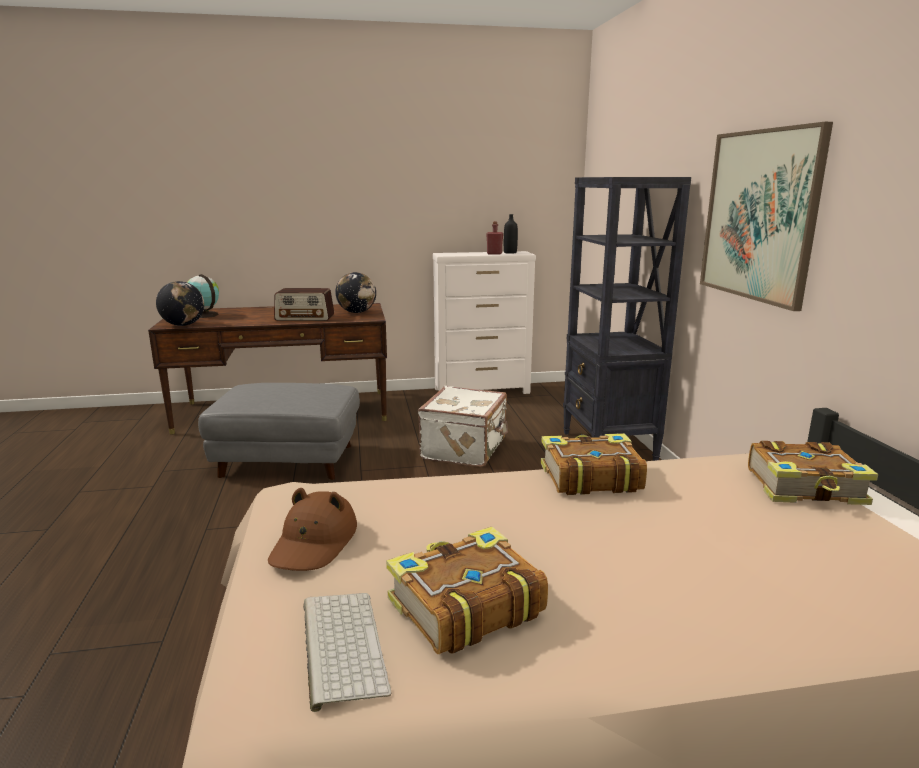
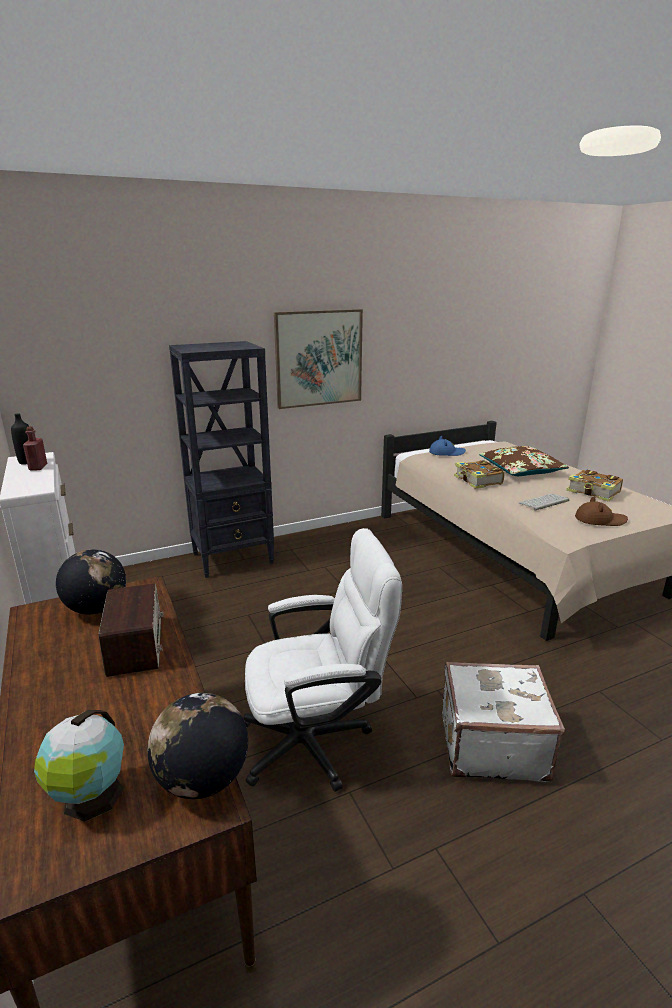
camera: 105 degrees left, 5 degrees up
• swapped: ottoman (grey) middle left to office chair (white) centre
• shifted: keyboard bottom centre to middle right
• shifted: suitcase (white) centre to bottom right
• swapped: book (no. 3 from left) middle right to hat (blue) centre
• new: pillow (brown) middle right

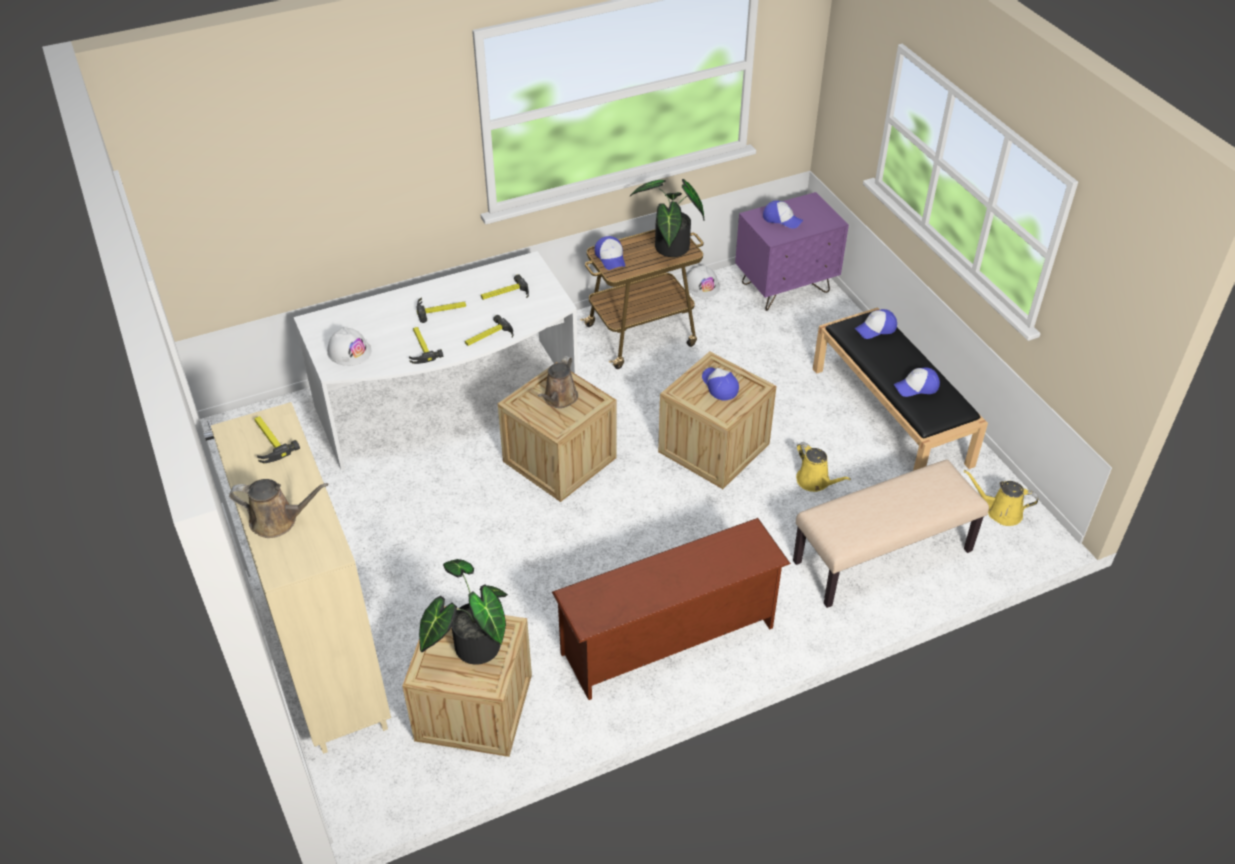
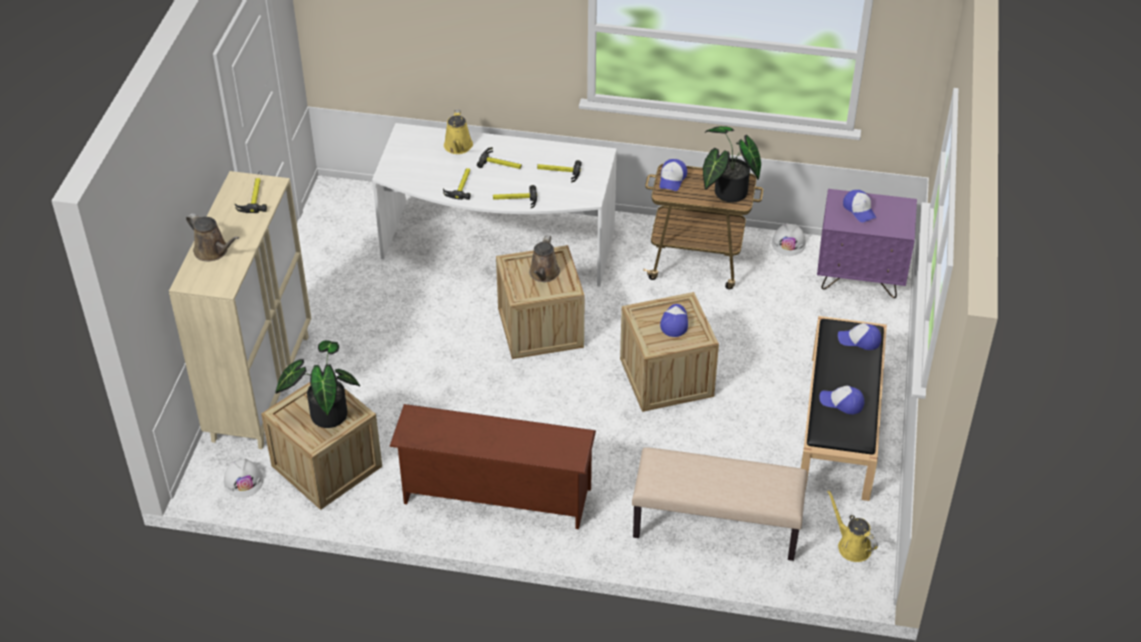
camera: 35 degrees right, 0 degrees up
• shifted: hard hat (white) (no. 1 from left) middle left to bottom left
• rotated: watering can (brown) (no. 2 from left) centre = centre 45 degrees counterclockwise
• shifted: watering can (yellow) (no. 1 from left) centre to top centre

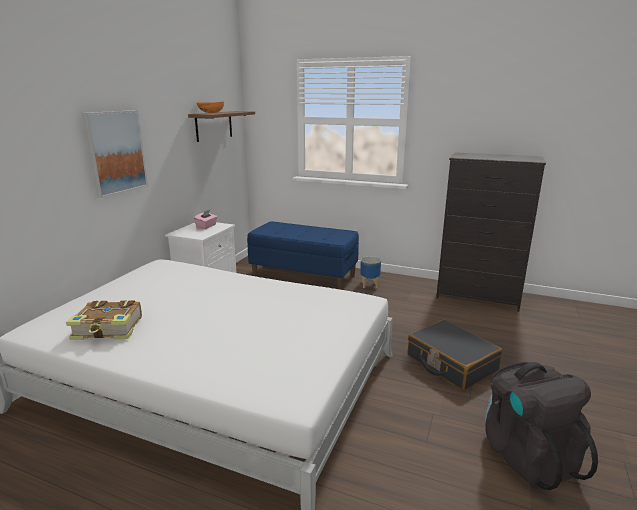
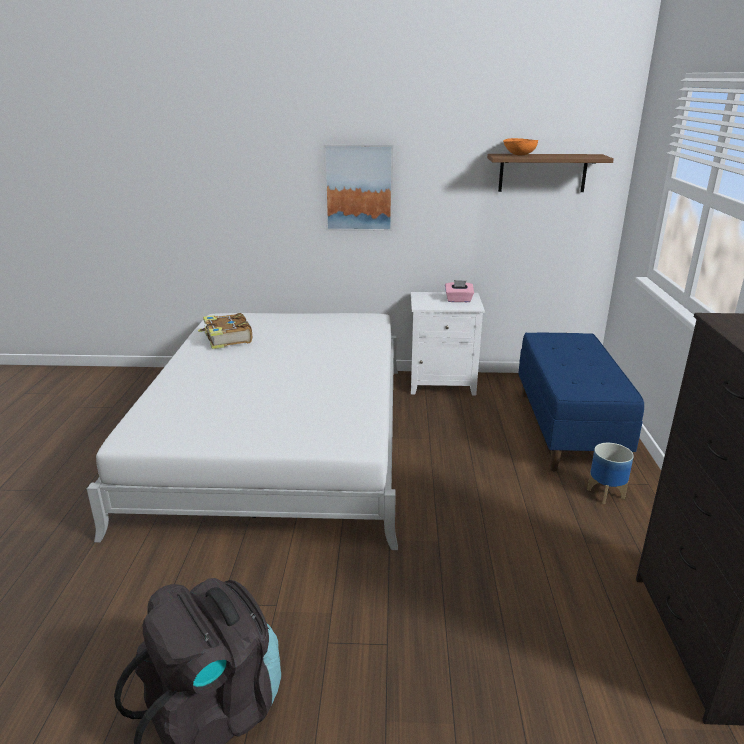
camera: 70 degrees right, 5 degrees up
• gone: suitcase (black) bottom right

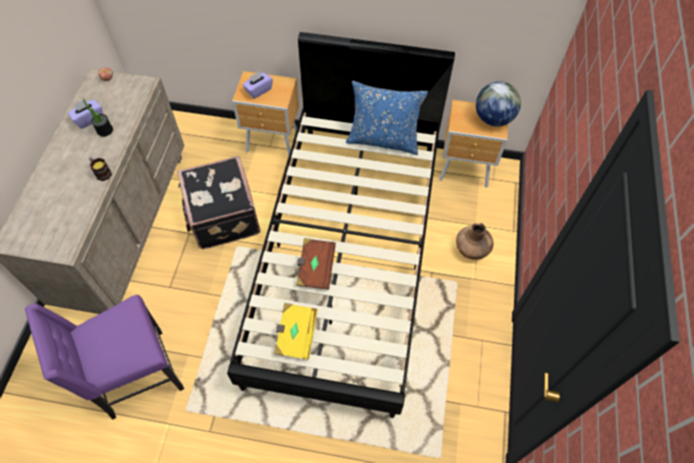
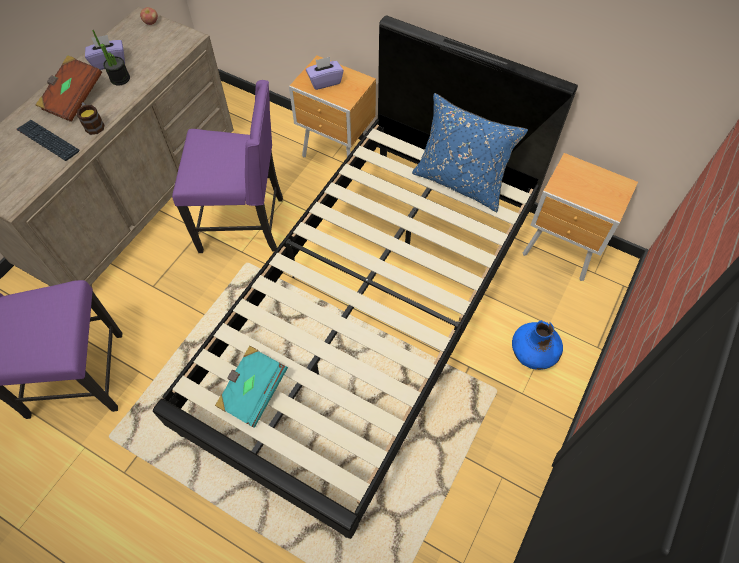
camera: 20 degrees right, 0 degrees up
• swapped: suitcase (black) middle left to chair (purple) (no. 2 from left) top left
• repainted: book (yellow) bottom centre to book (turquoise) bottom centre
• shifted: book (brown) centre to top left
• repainted: vase (brown) middle right to vase (blue) middle right
• gone: globe top right
• new: keyboard top left

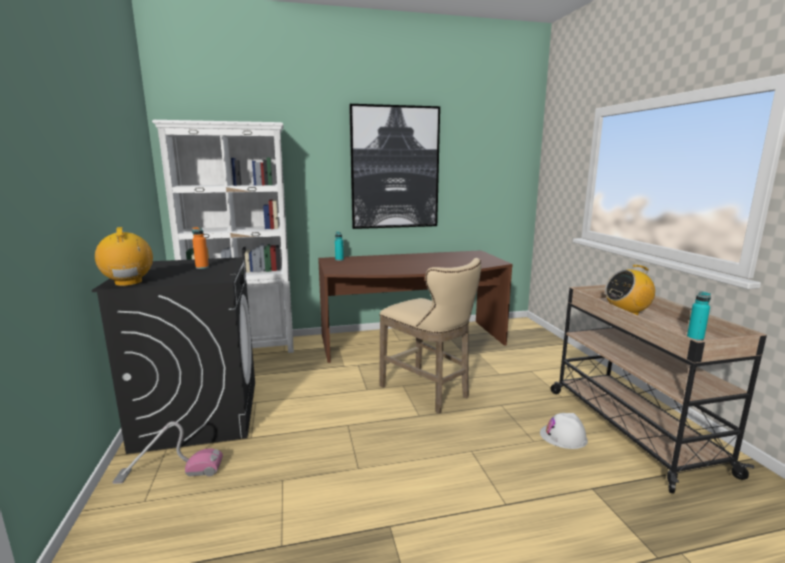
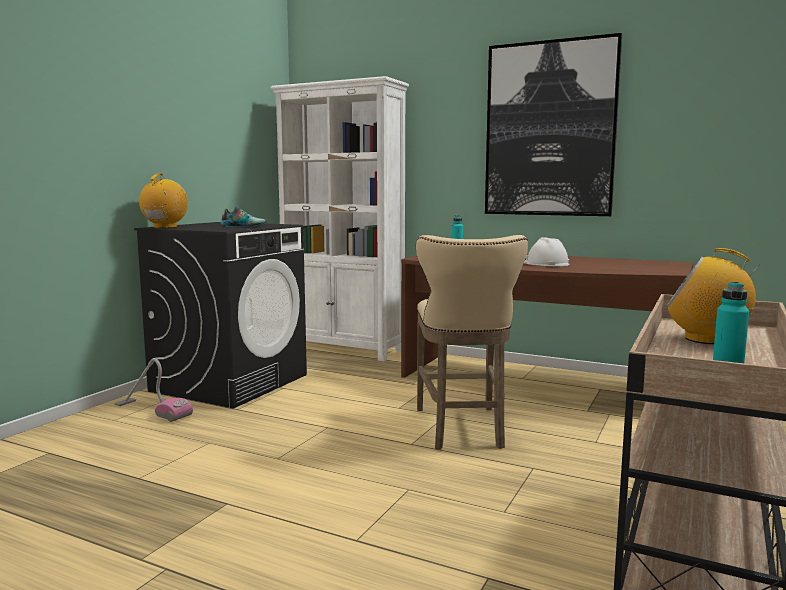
camera: 40 degrees right, 5 degrees down
• swapped: bottle (orange) middle left to shoe middle left
• shifted: hard hat (white) bottom right to middle right

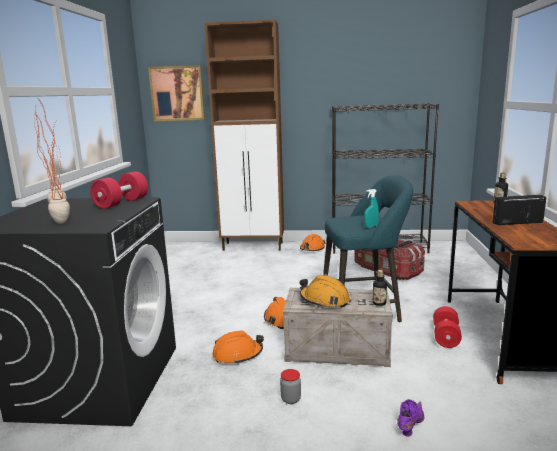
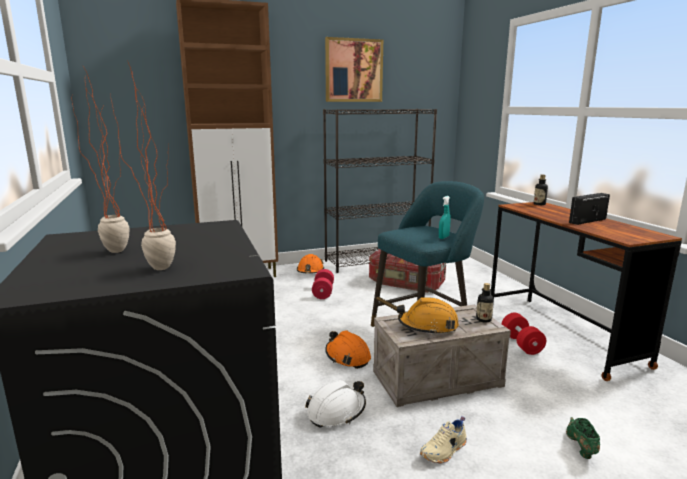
camera: 25 degrees left, 0 degrees up
• shifted: dumbbell (red) (no. 1 from left) middle left to centre
• shifted: picture top left to top centre
• repainted: hard hat (orange) (no. 1 from left) bottom centre to hard hat (white) bottom centre
• swapped: jar bottom centre to shoe (beige) bottom centre
• repainted: shoe (purple) bottom right to shoe (green) bottom right

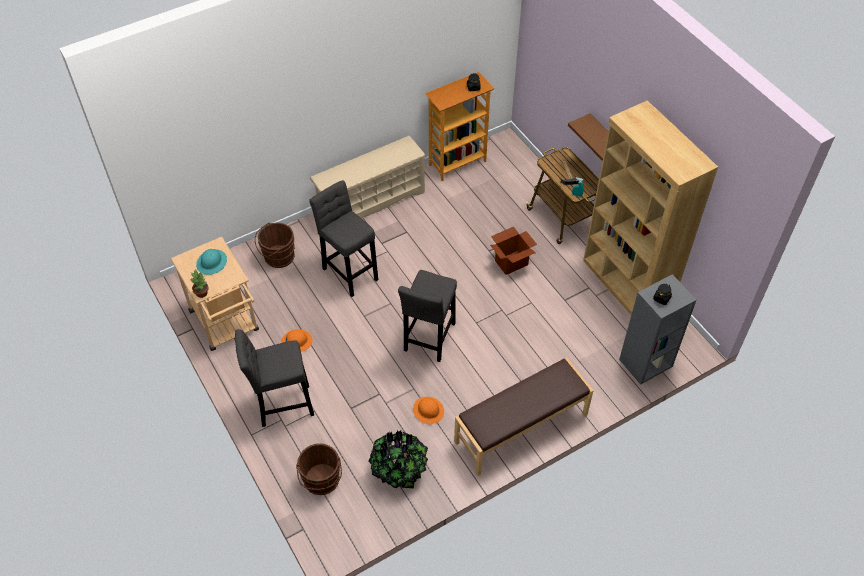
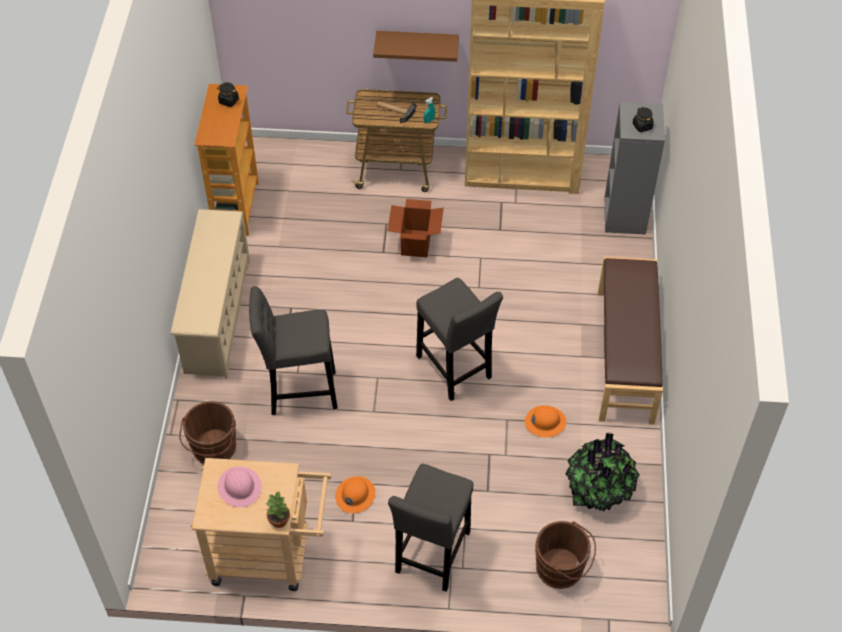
camera: 55 degrees left, 0 degrees up
• repainted: hard hat (turquoise) middle left to hard hat (pink) bottom left

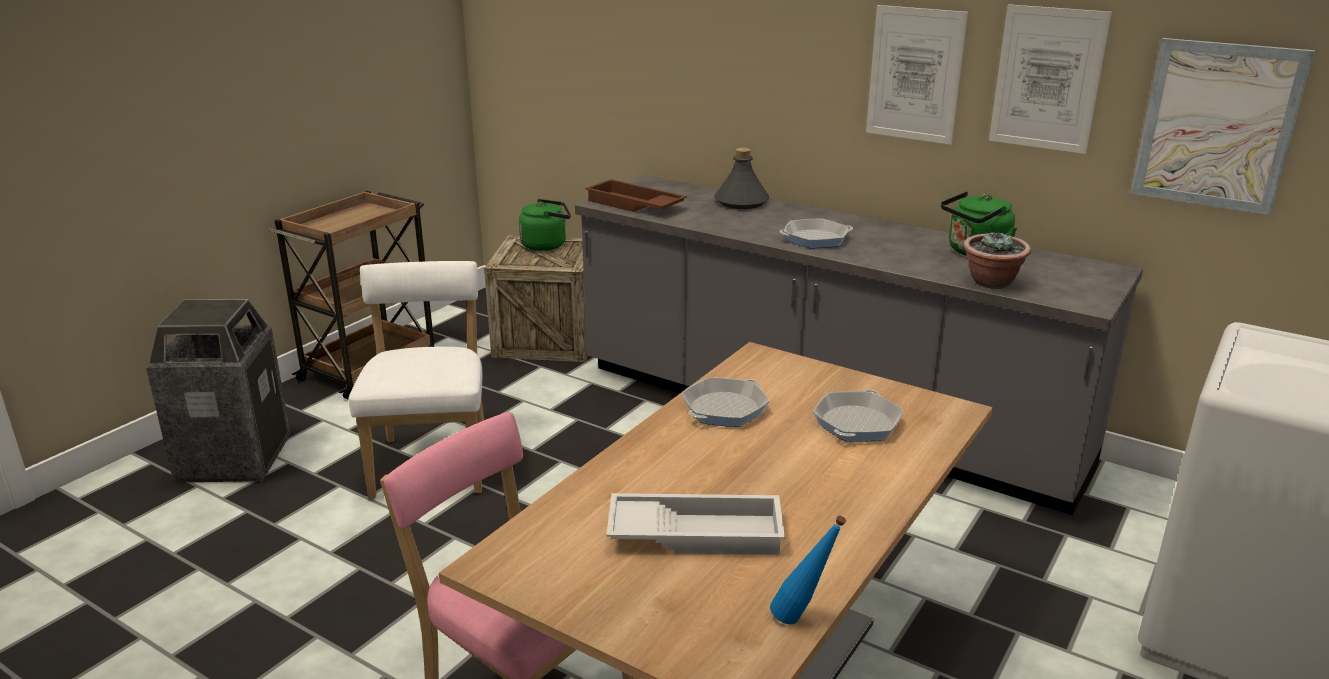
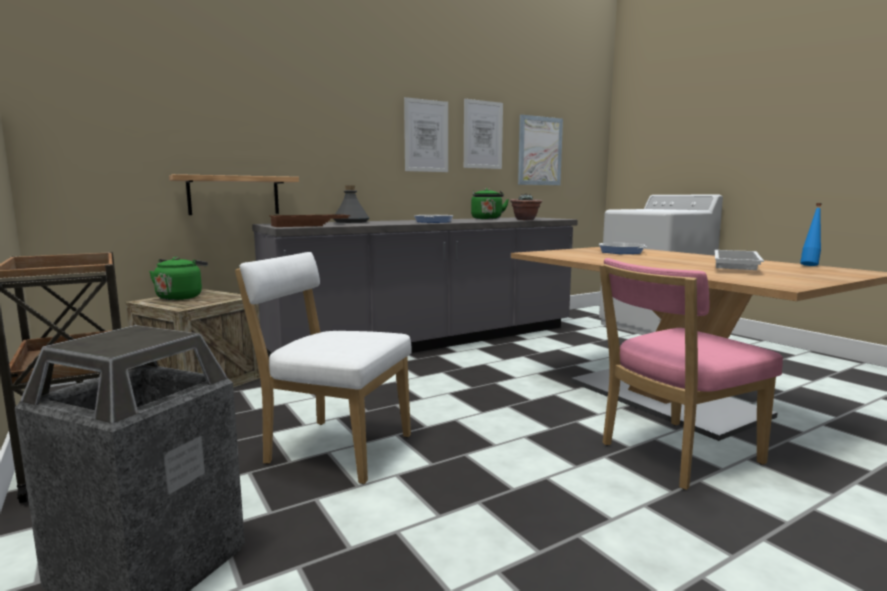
camera: 65 degrees left, 15 degrees down
• gone: frying pan (no. 1 from left) centre
• new: shelf top left

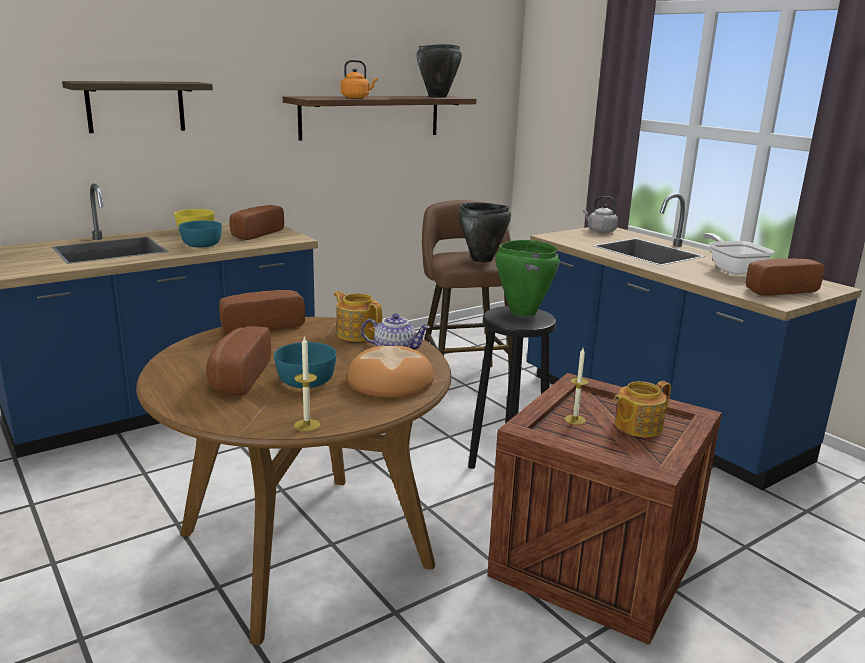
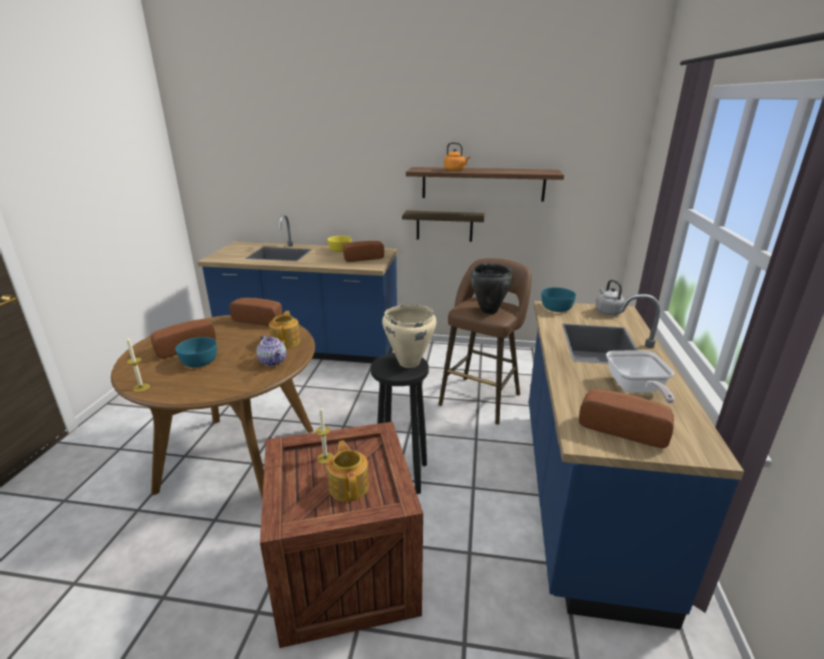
camera: 45 degrees right, 5 degrees up
• shifted: shelf (no. 1 from left) top left to centre
• shifted: bowl (turquoise) (no. 1 from left in the first image) middle left to bowl (turquoise) (no. 2 from left) middle right
• gone: bread (no. 4 from left) centre
• gone: cooking pot (black) (no. 1 from left) top centre
• repainted: cooking pot (green) centre to cooking pot (beige) centre
• rotated: teapot (no. 3 from left) middle right = bottom centre 60 degrees clockwise
• rotated: frying pan middle right = middle right 150 degrees clockwise

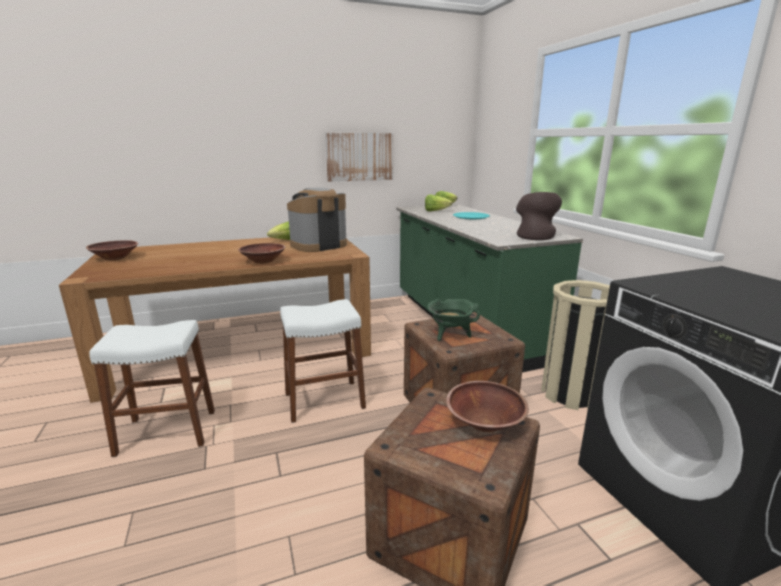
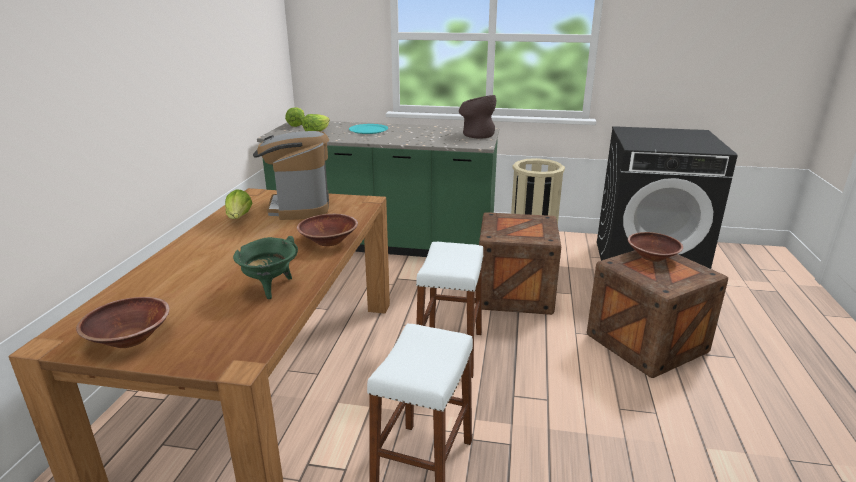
camera: 60 degrees left, 5 degrees up
• gone: picture top centre
• shifted: cooking pot (green) centre to middle left

